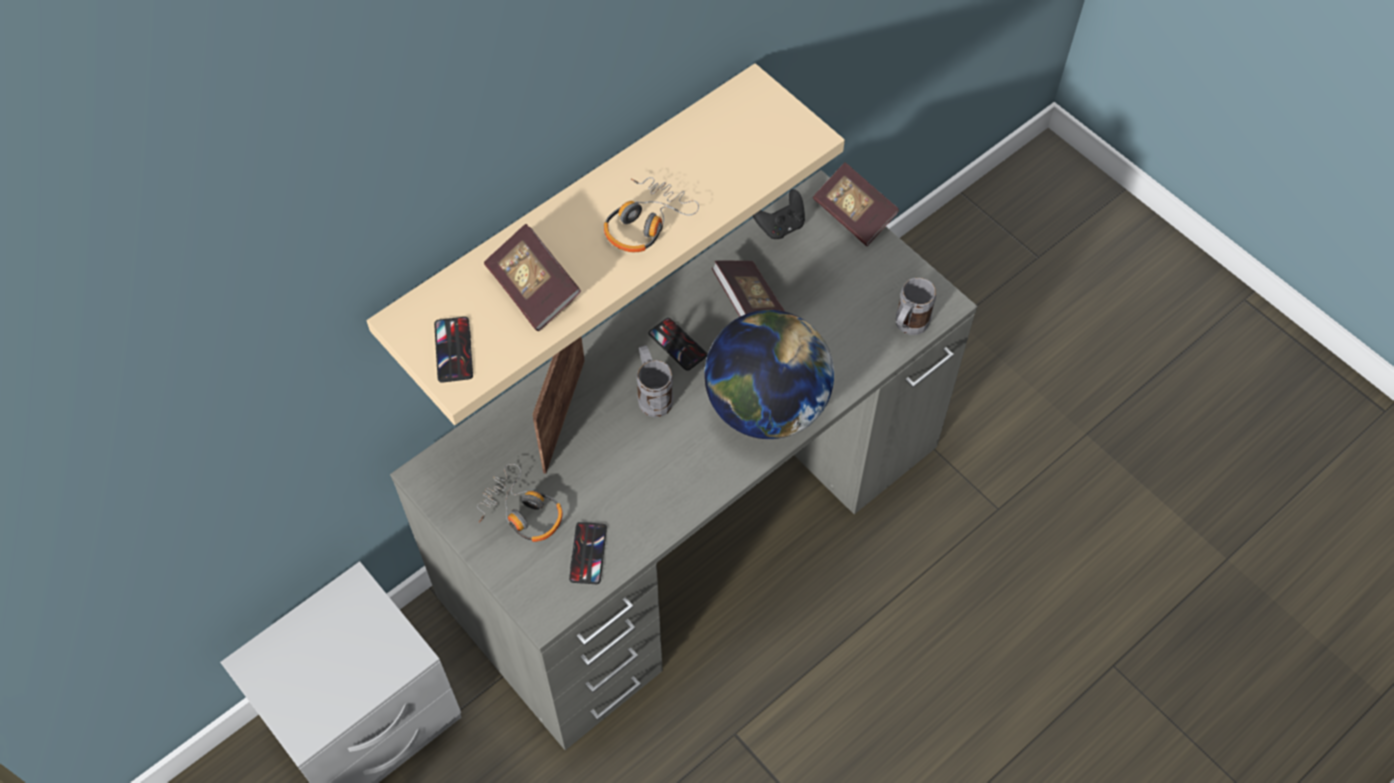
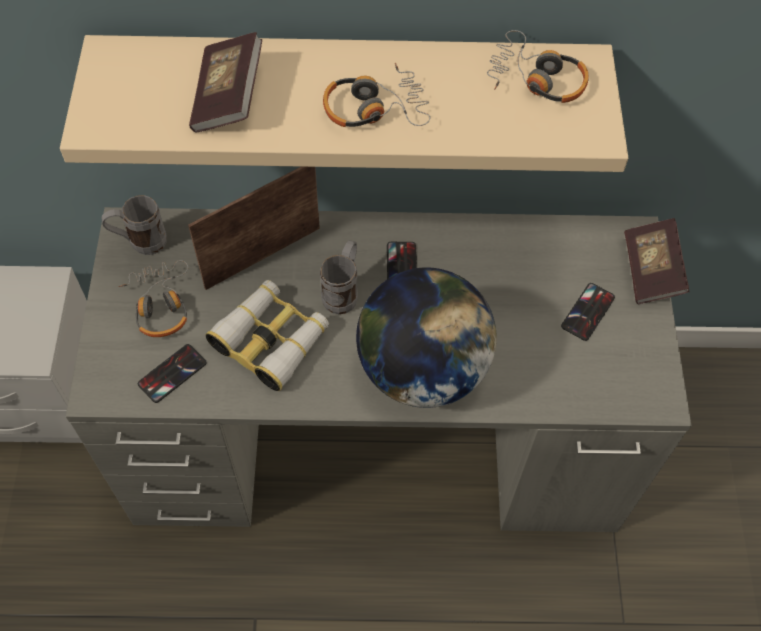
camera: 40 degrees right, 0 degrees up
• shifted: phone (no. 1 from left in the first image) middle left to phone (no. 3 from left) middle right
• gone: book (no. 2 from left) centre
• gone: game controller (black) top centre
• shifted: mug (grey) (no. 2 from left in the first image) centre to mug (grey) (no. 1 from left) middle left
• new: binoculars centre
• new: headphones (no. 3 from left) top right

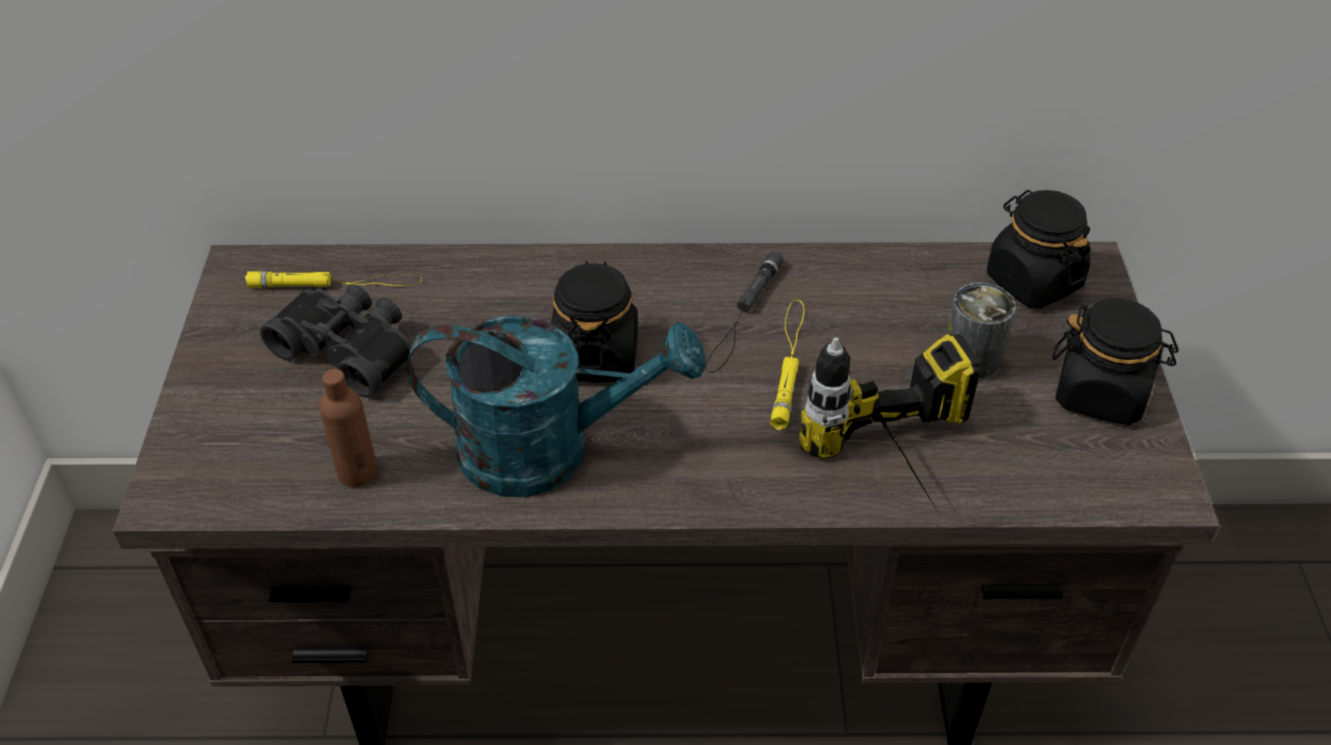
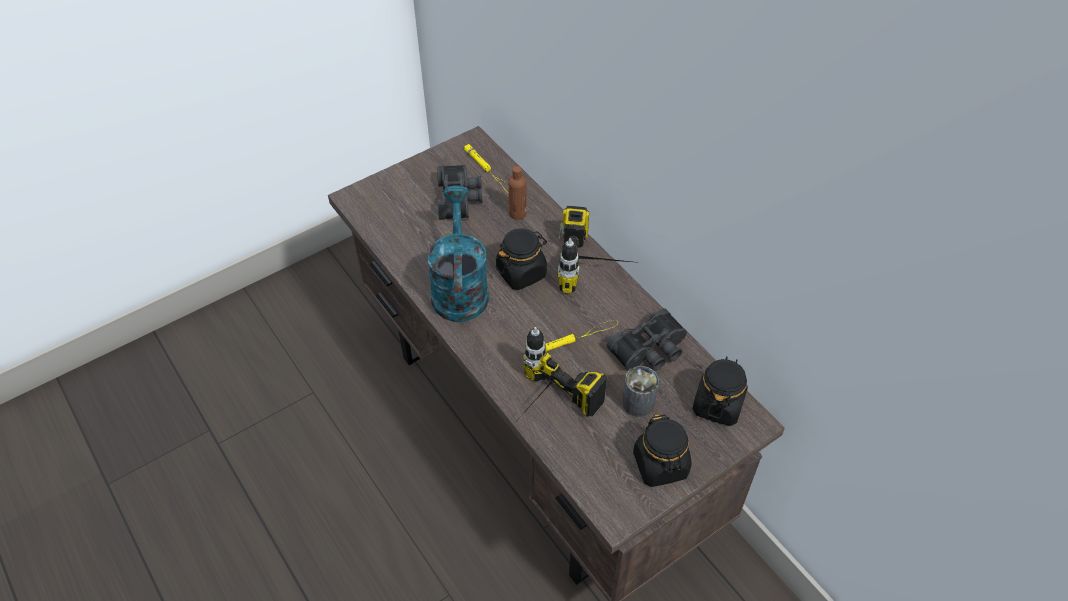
camera: 55 degrees right, 5 degrees up
• shifted: bottle (brown) middle left to top centre
• rotated: watering can (turquoise) centre = centre 150 degrees counterclockwise
• gone: flashlight (black) centre
• new: power drill (no. 2 from left) centre
• new: binoculars (black) (no. 2 from left) centre

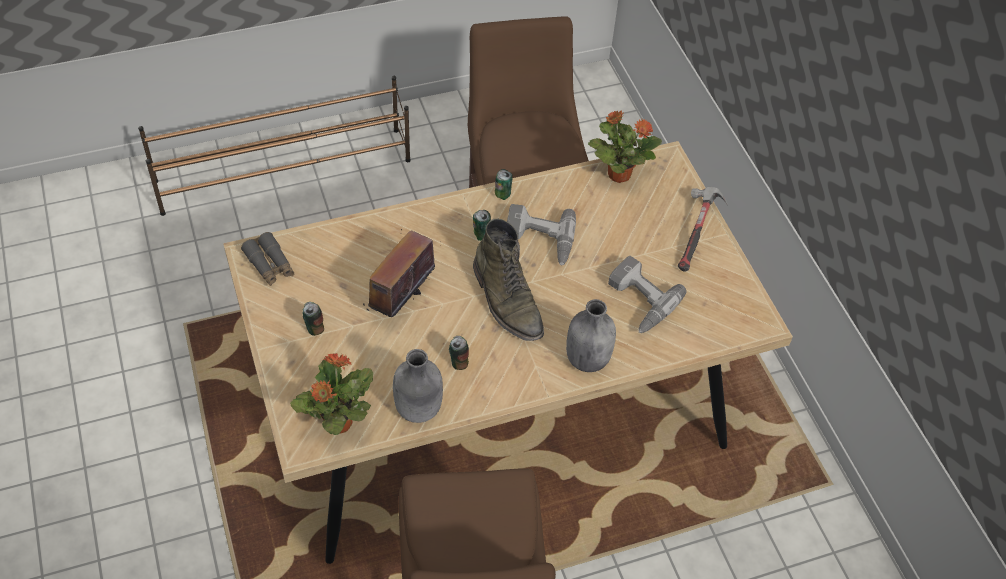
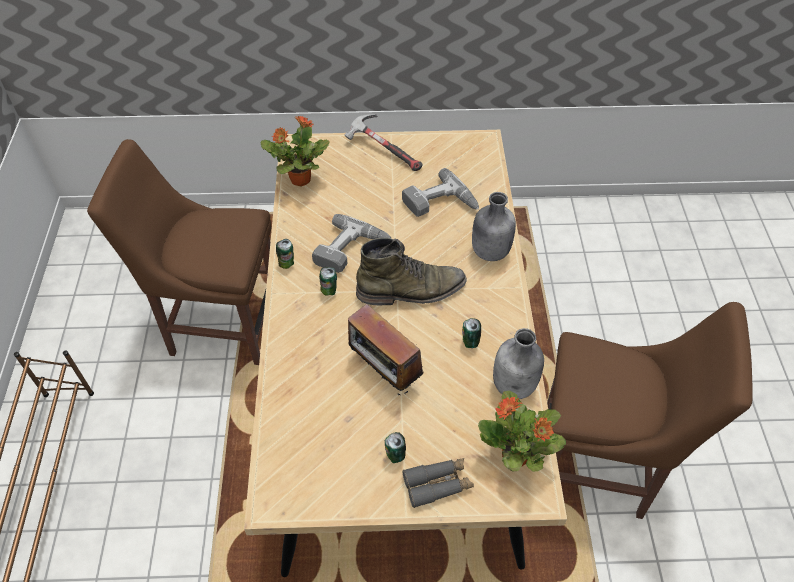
camera: 70 degrees left, 0 degrees up
• shifted: binoculars (grey) middle left to bottom centre

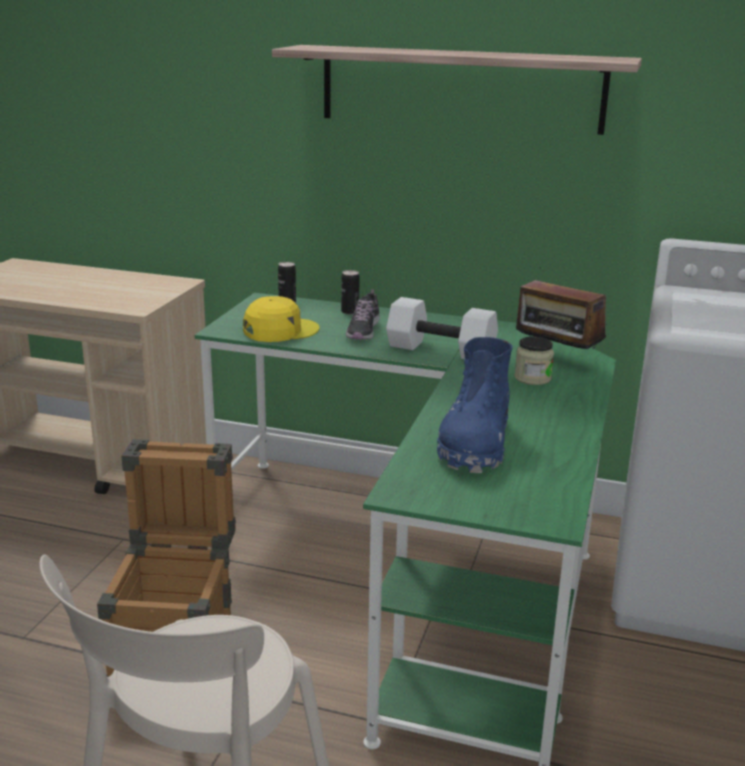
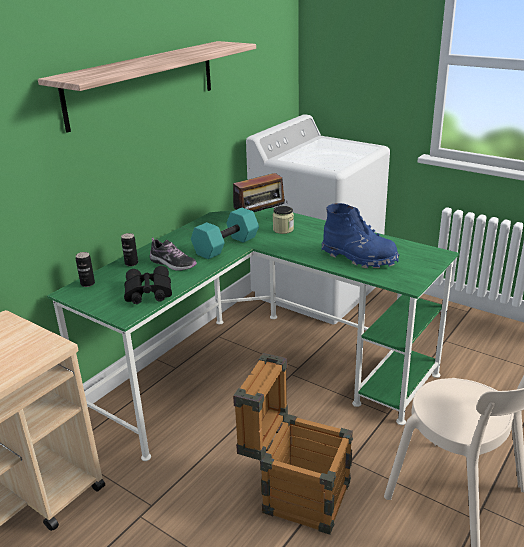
camera: 70 degrees left, 5 degrees up
• swapped: cap (yellow) centre to binoculars (black) middle left
• repainted: dumbbell (white) centre to dumbbell (turquoise) centre

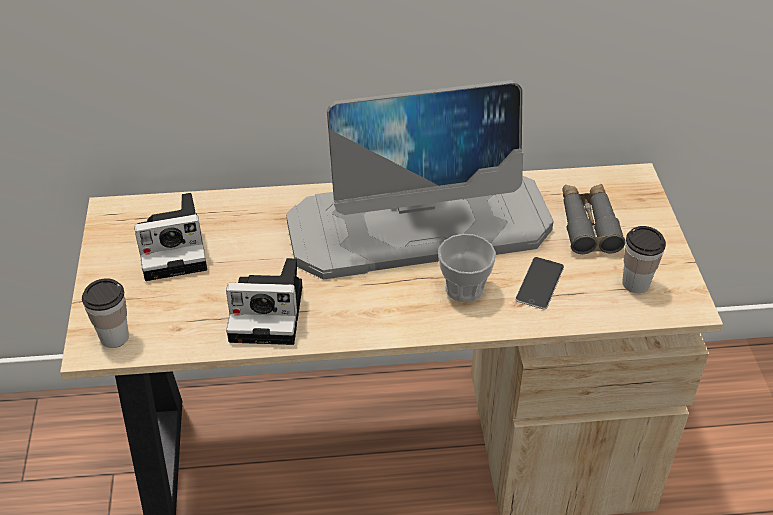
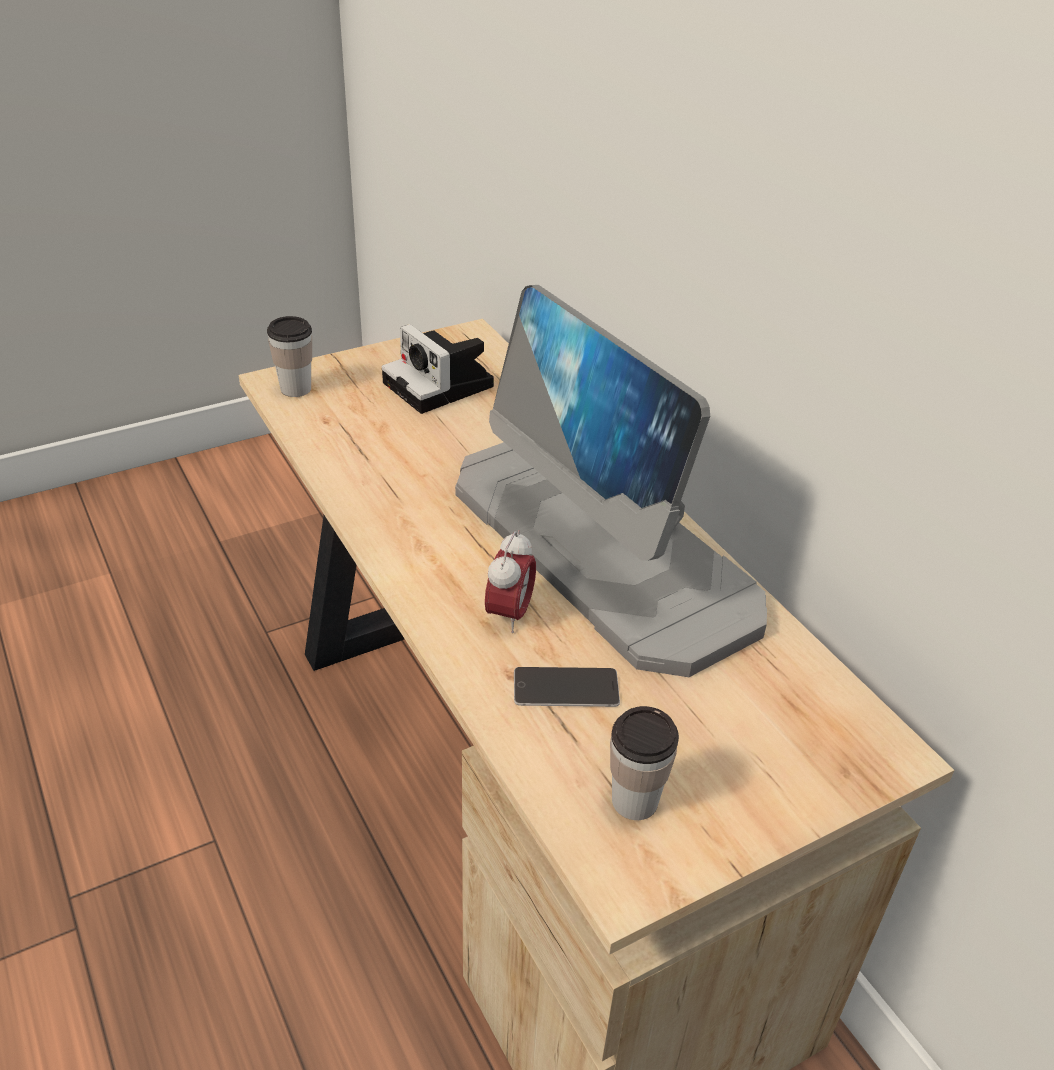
camera: 65 degrees right, 5 degrees down
• gone: photo camera (no. 2 from left) centre
• swapped: cup (no. 2 from left) centre to alarm clock centre
• gone: binoculars (grey) middle right

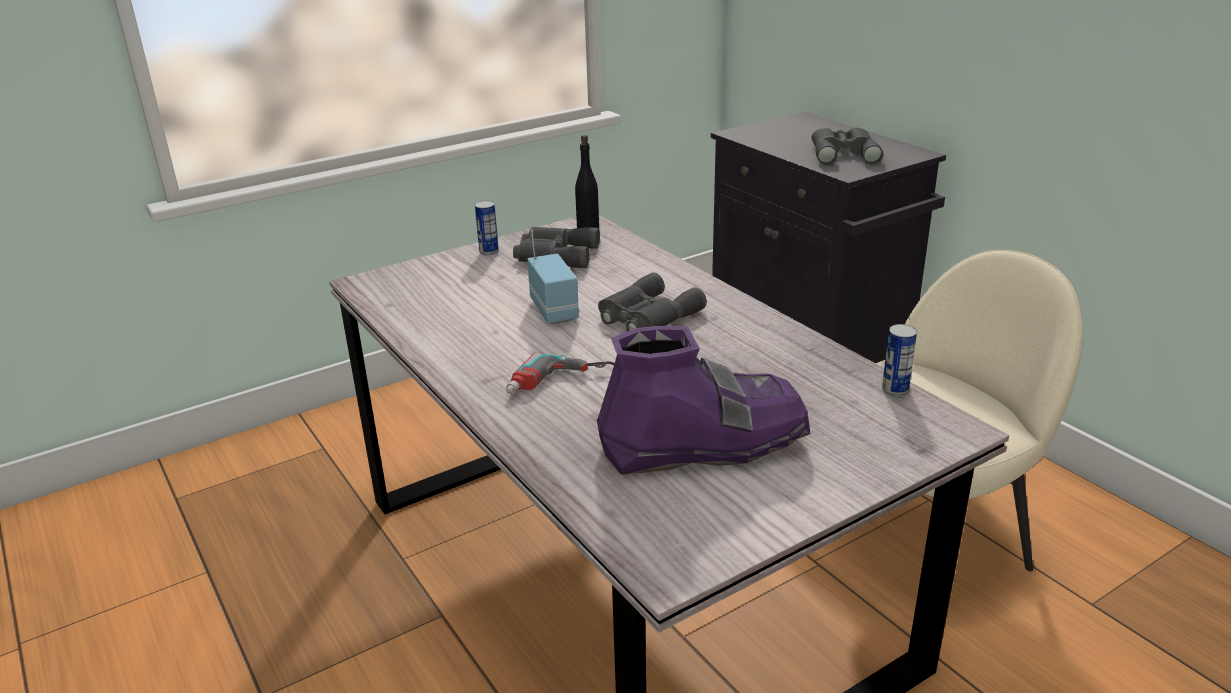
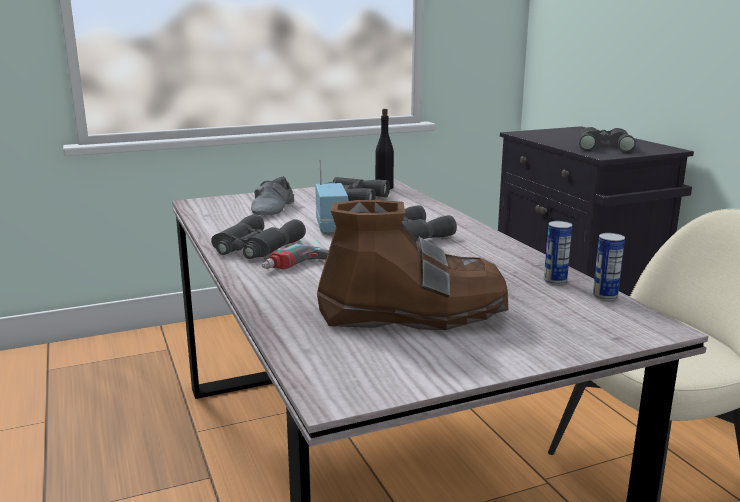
camera: 10 degrees right, 10 degrees down
• shifted: can (no. 1 from left) top centre to middle right
• repainted: boot (purple) centre to boot (brown) centre
• new: binoculars (grey) (no. 1 from left) centre
• new: shoe (grey) centre

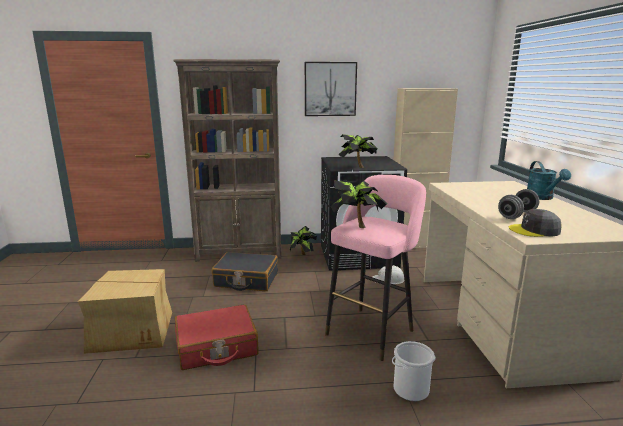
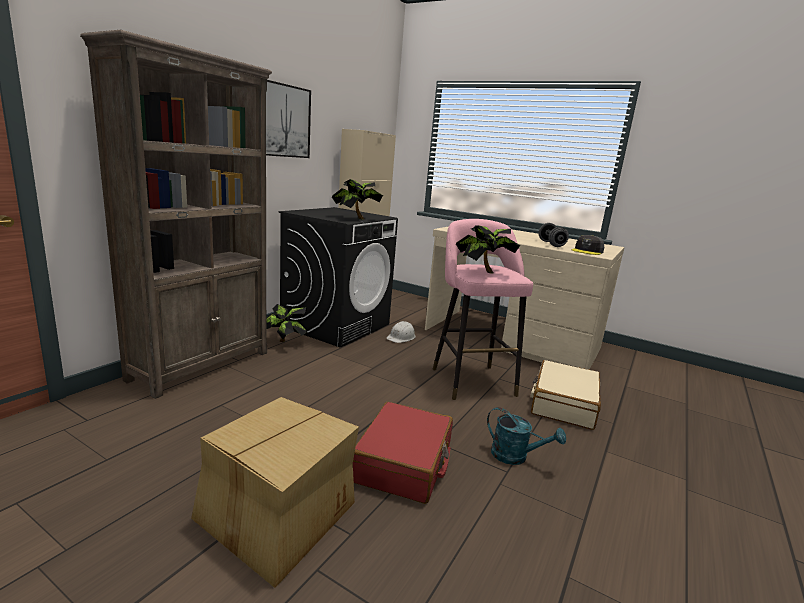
camera: 55 degrees left, 0 degrees up
• gone: suitcase (black) centre
• swapped: bucket bottom centre to suitcase (beige) middle right
• shifted: watering can (turquoise) middle right to bottom centre

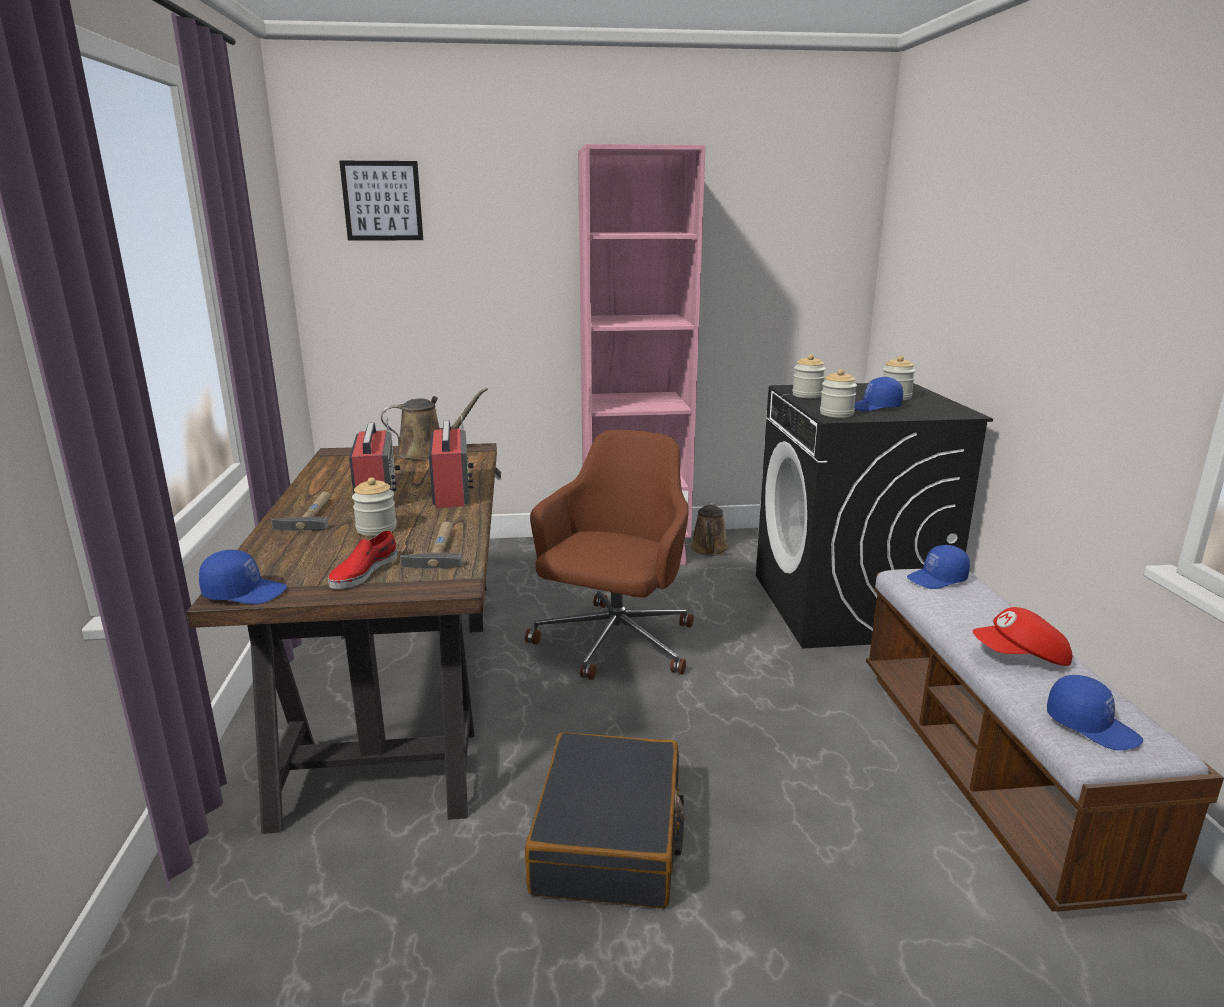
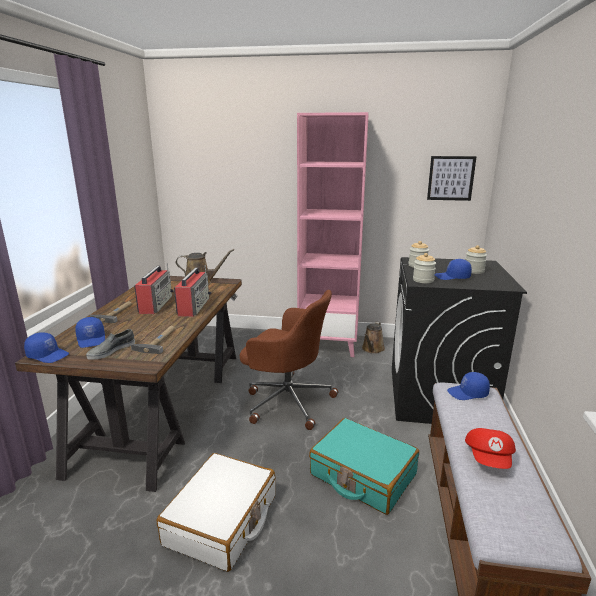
camera: 15 degrees right, 0 degrees up
• repainted: shoe (red) middle left to shoe (grey) middle left
• shifted: picture top left to top right
• gone: jar (no. 1 from left) middle left
• rotated: office chair (brown) centre = centre 75 degrees clockwise
• repainted: suitcase (black) bottom centre to suitcase (white) bottom centre
• rotated: cap (red) middle right = bottom right 90 degrees counterclockwise
• shifted: cap (blue) (no. 4 from left in the first image) bottom right to cap (blue) (no. 2 from left) middle left
• new: suitcase (turquoise) bottom centre

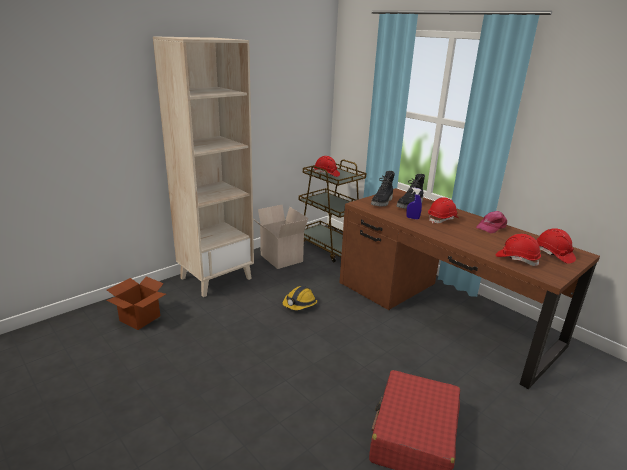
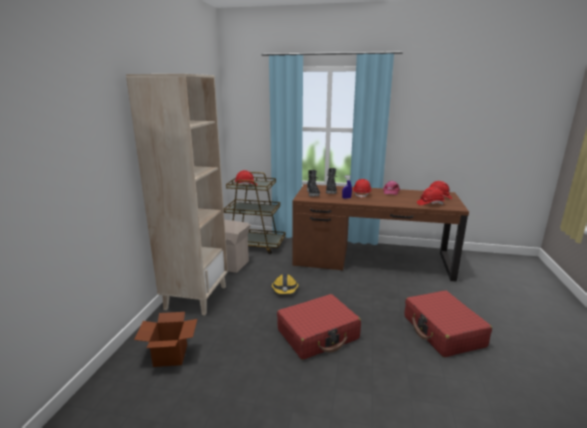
camera: 35 degrees left, 5 degrees down
• new: suitcase (red) (no. 1 from left) bottom centre

